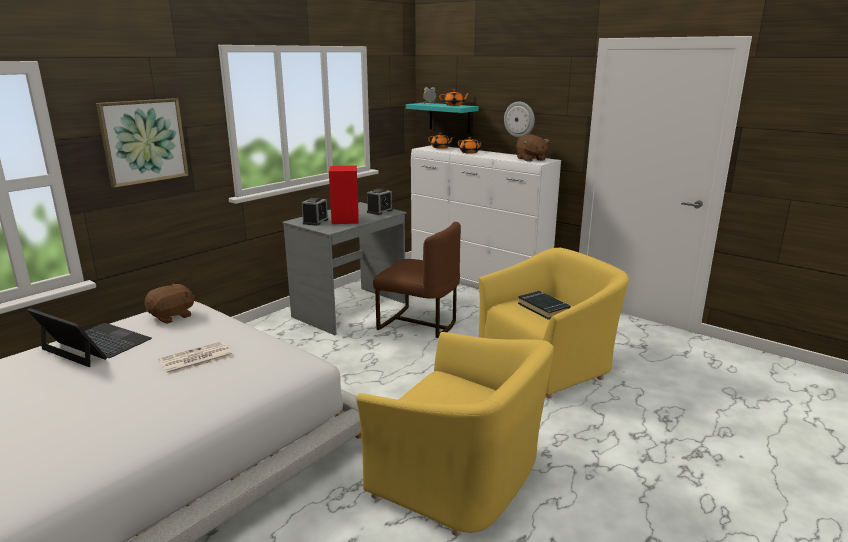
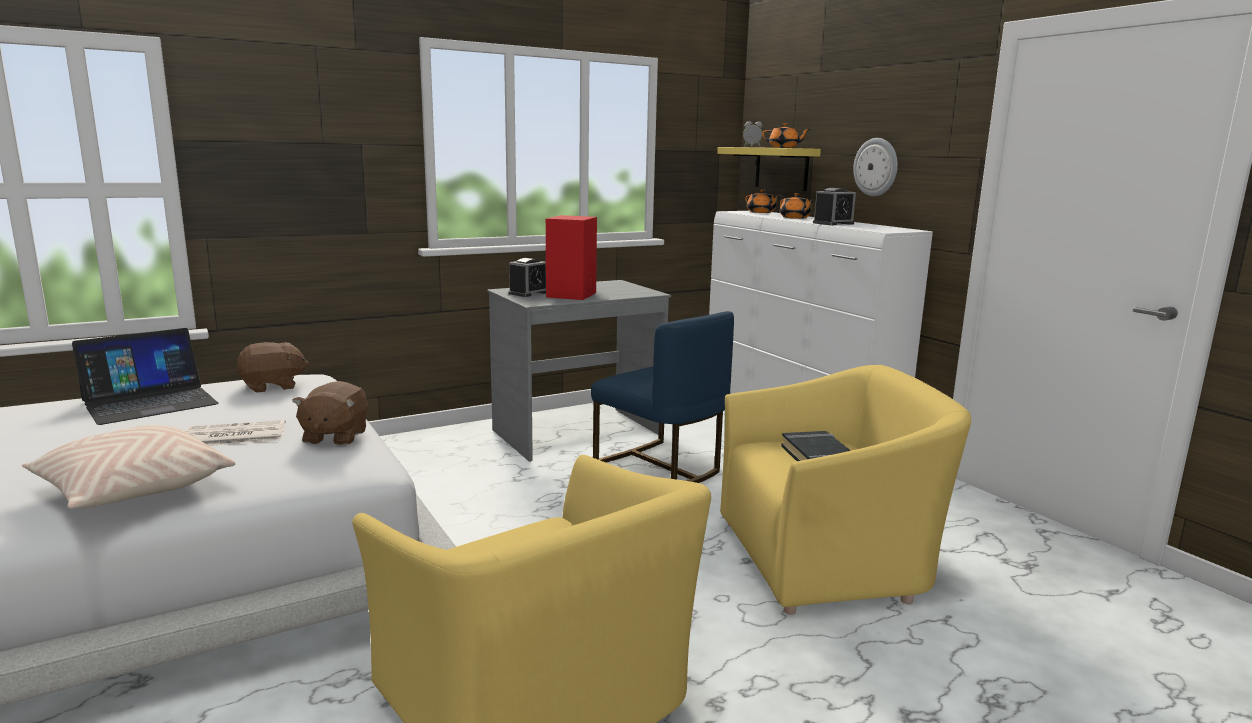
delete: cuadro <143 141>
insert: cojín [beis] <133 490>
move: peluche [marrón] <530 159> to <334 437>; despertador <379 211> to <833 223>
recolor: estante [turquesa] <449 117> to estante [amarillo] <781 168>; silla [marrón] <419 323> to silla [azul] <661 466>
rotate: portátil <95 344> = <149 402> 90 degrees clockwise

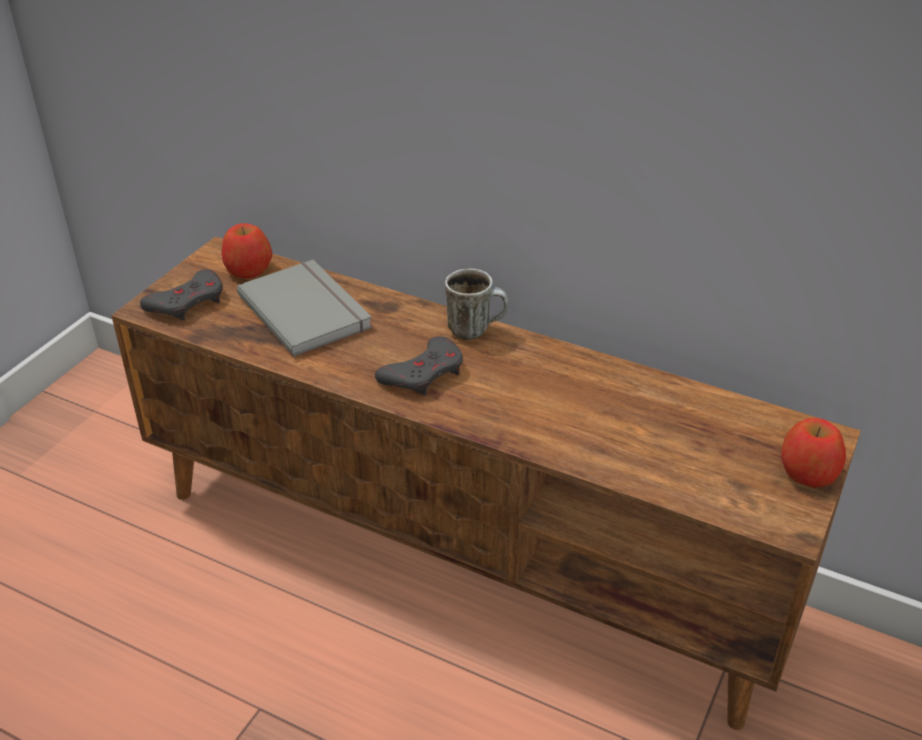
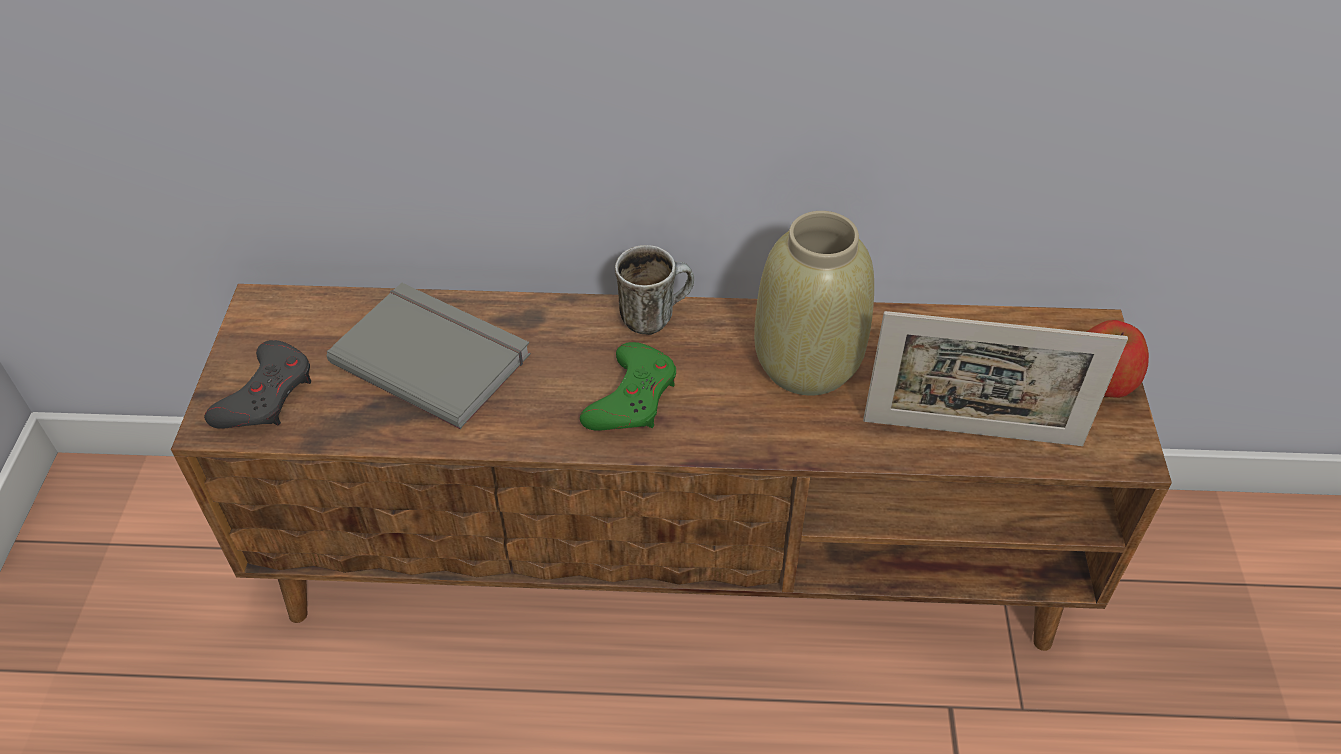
delete: manzana <248 269>
insert: florero [beis] <809 363>; portarretratos <972 432>
recolor: mando de consola [gris] <423 373> to mando de consola [verde] <632 397>

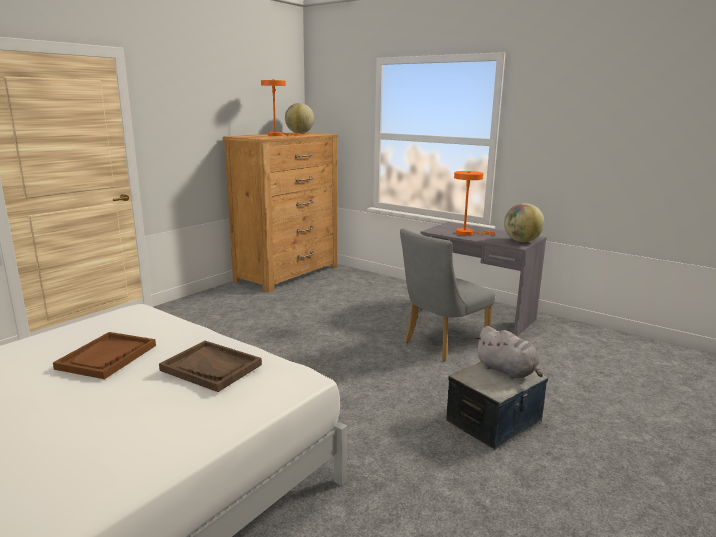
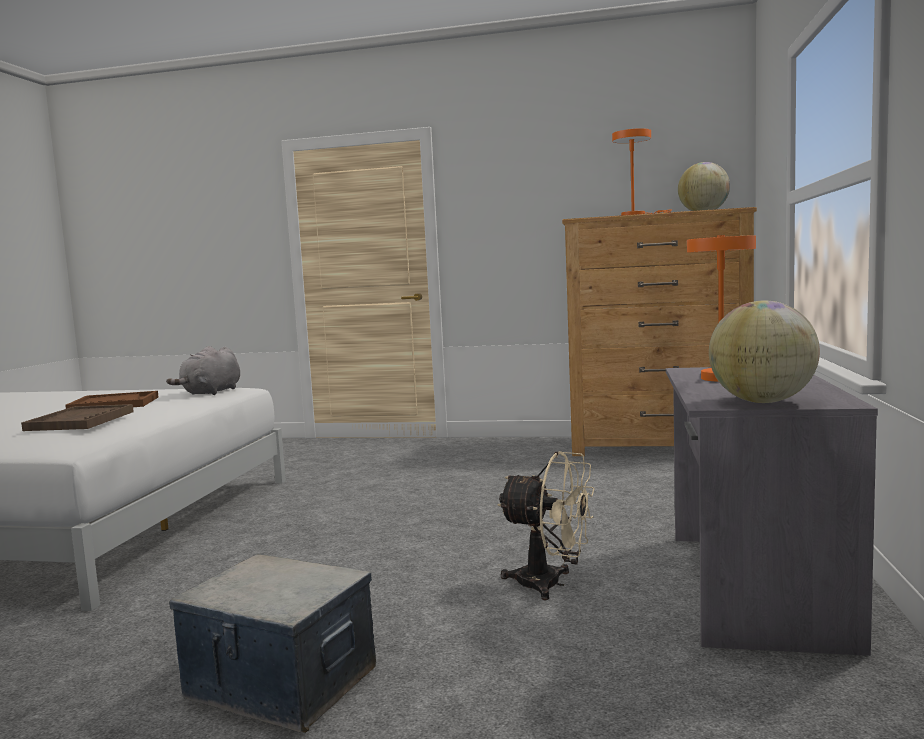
move: peluche [gris] <507 371> to <211 392>
replace: silla [gris] <441 344> to ventilador [beis] <550 584>

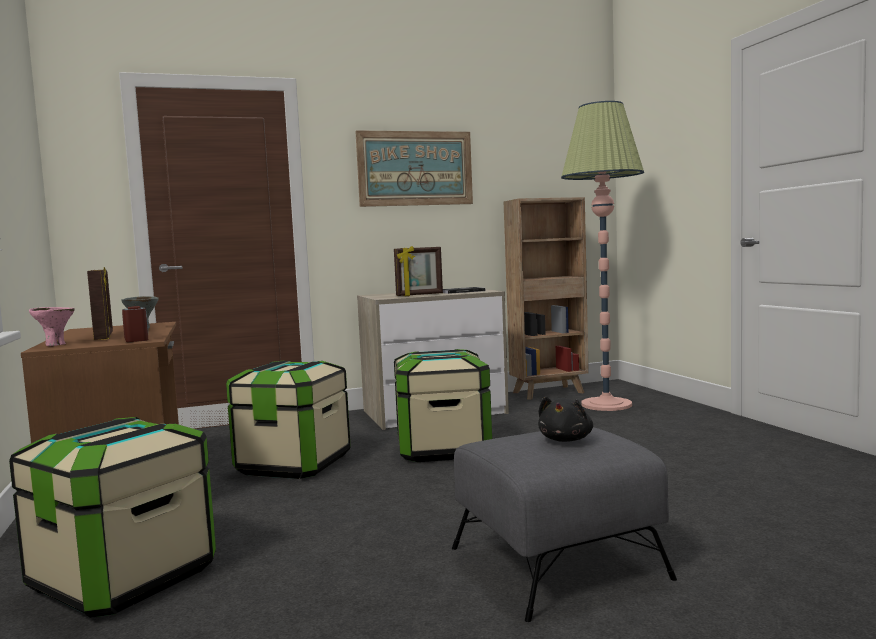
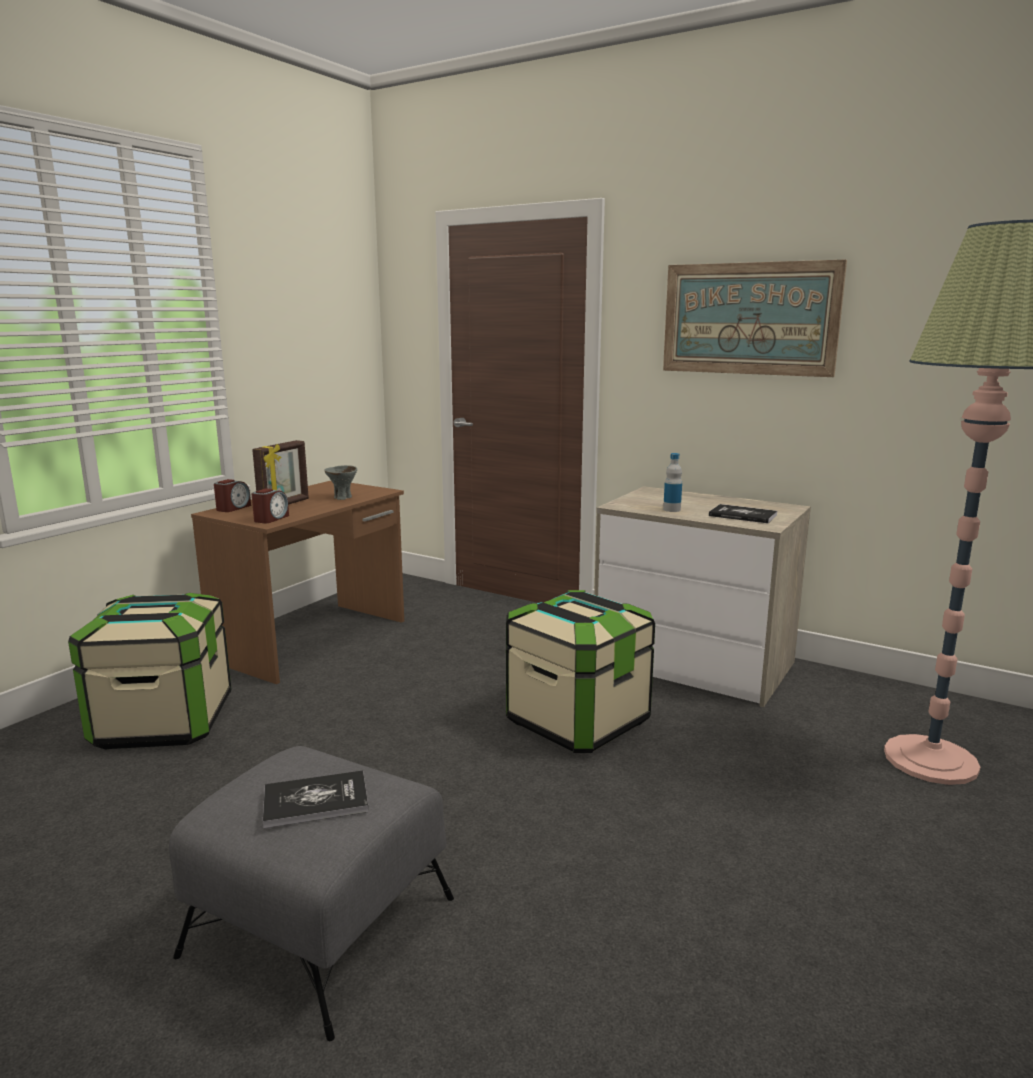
delete: estantería [marrón] <549 392>; caja de almacenaje <293 464>
replace: portarretratos <419 295> to botella <671 509>; cuenco [rosa] <55 344> to despertador <233 508>; peluche [negro] <566 439> to libro <315 801>

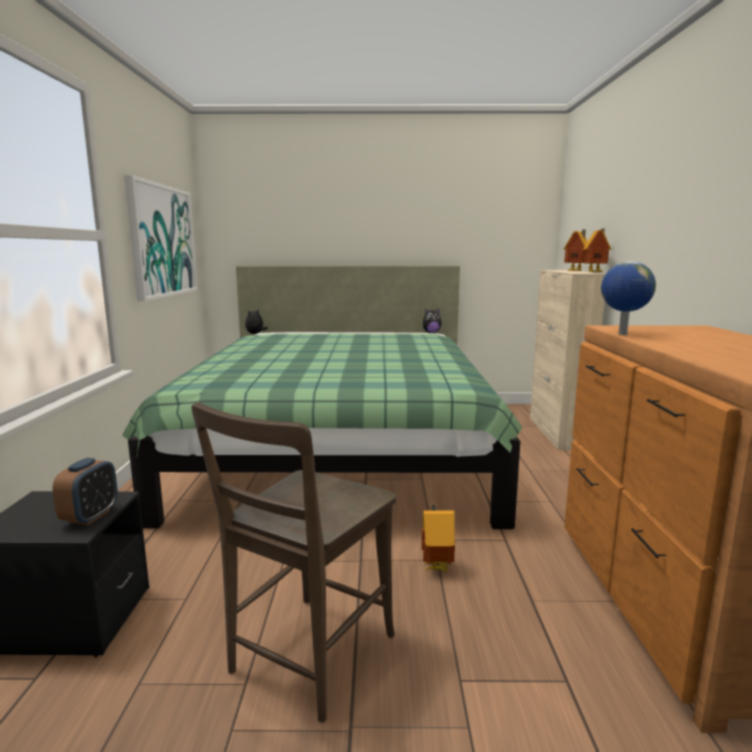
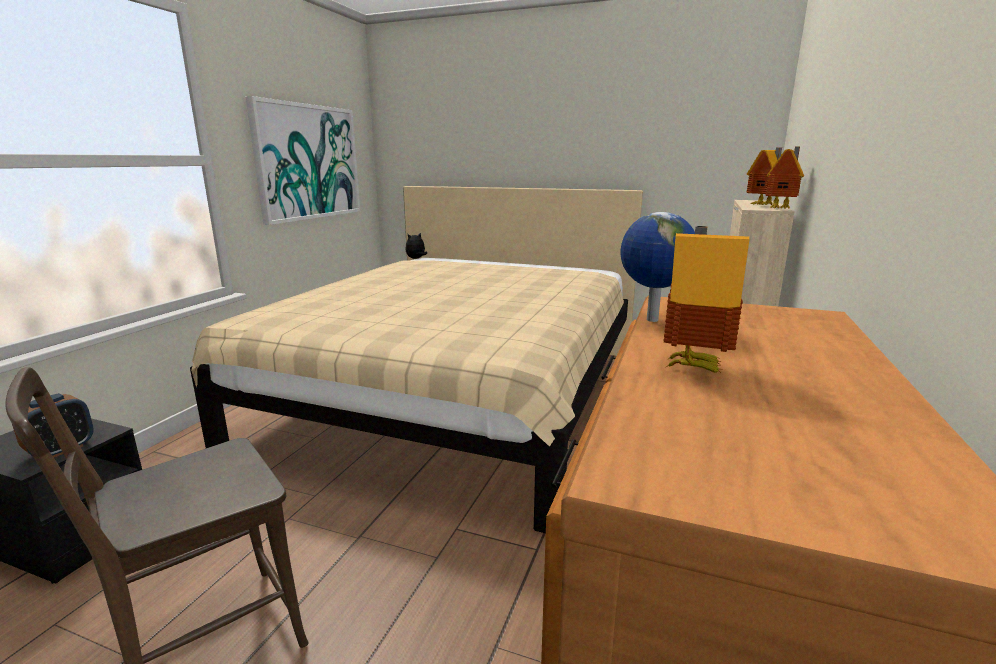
delete: peluche <431 332>
move: casita <436 567> to <694 365>
recolor: cama [verde] <339 449> to cama [beis] <457 394>

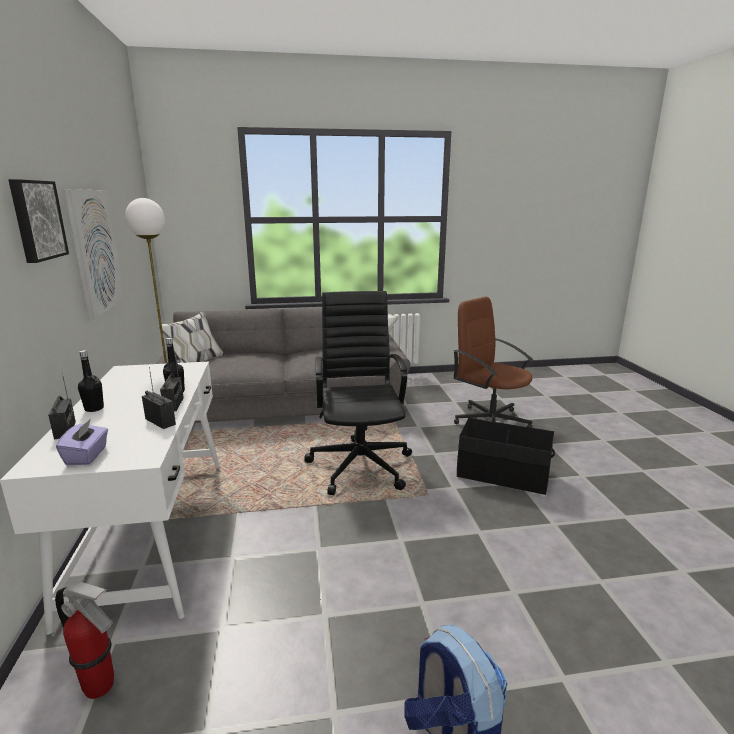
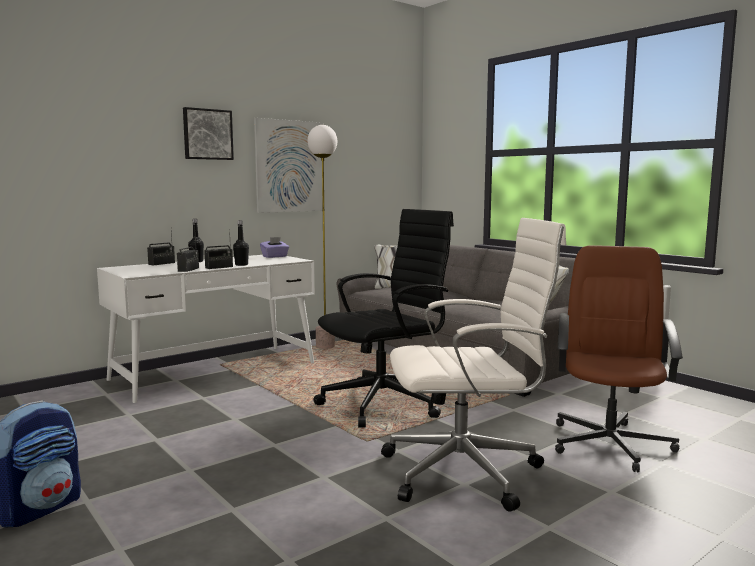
delete: extintor <100 687>
move: caja de pañuelos [morado] <87 456> to <275 256>
replace: caja de almacenaje [negro] <502 474> to silla de oficina [blanco] <466 472>

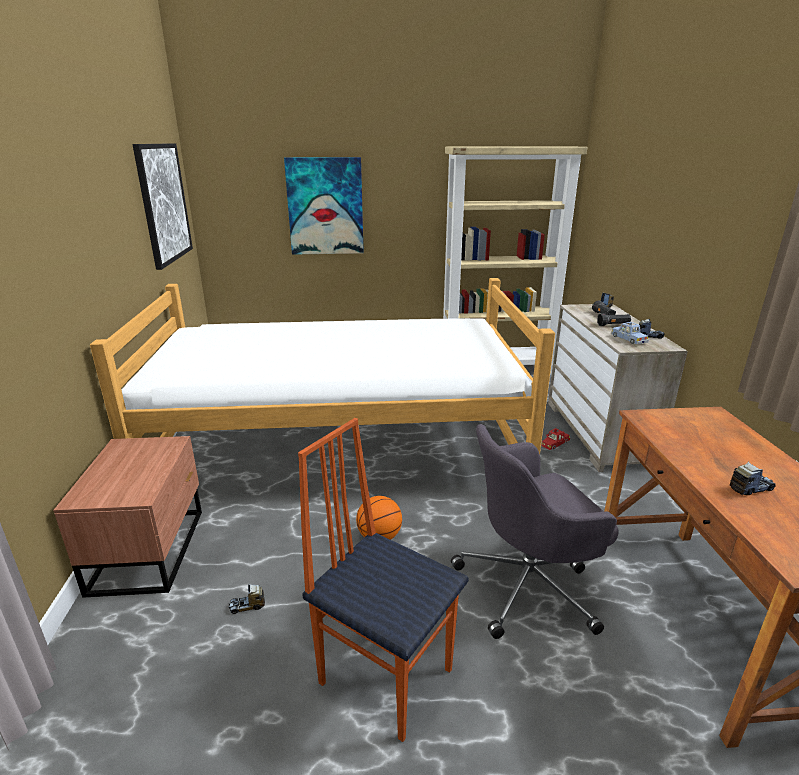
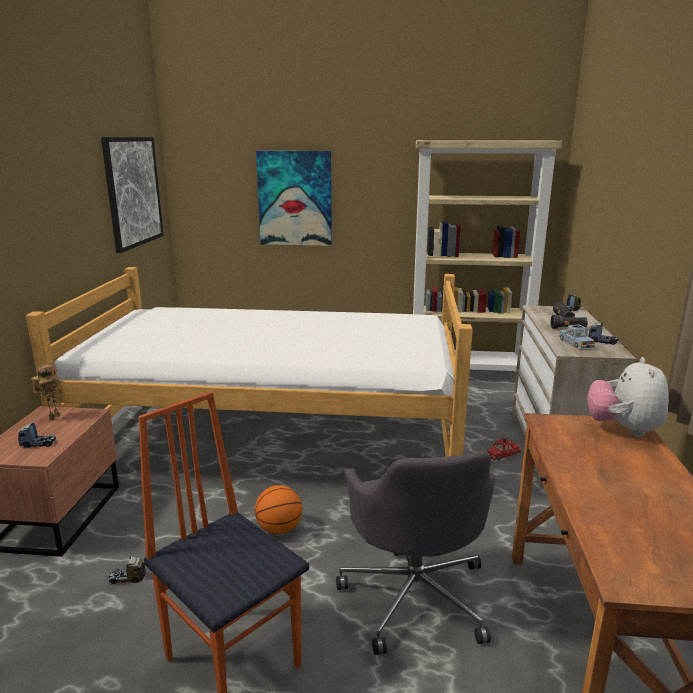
insert: peluche <623 429>; robot de juguete <53 417>
move: camión de juguete <750 488> to <38 444>
rotate: silla de oficina [gris] <529 585> = <415 595> 90 degrees counterclockwise

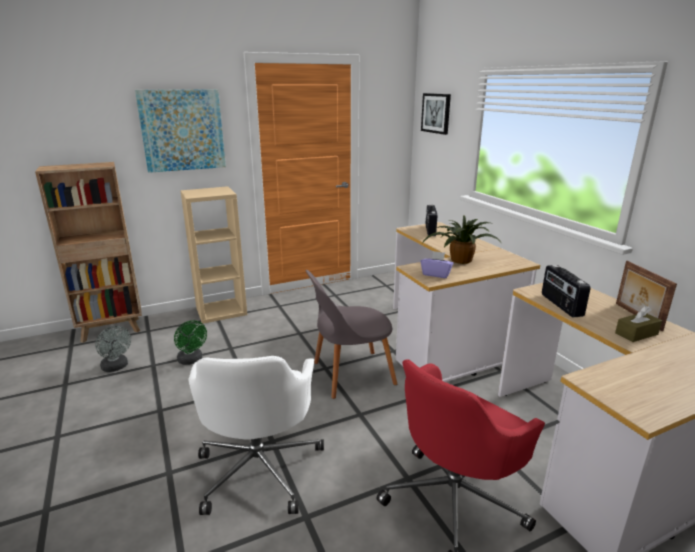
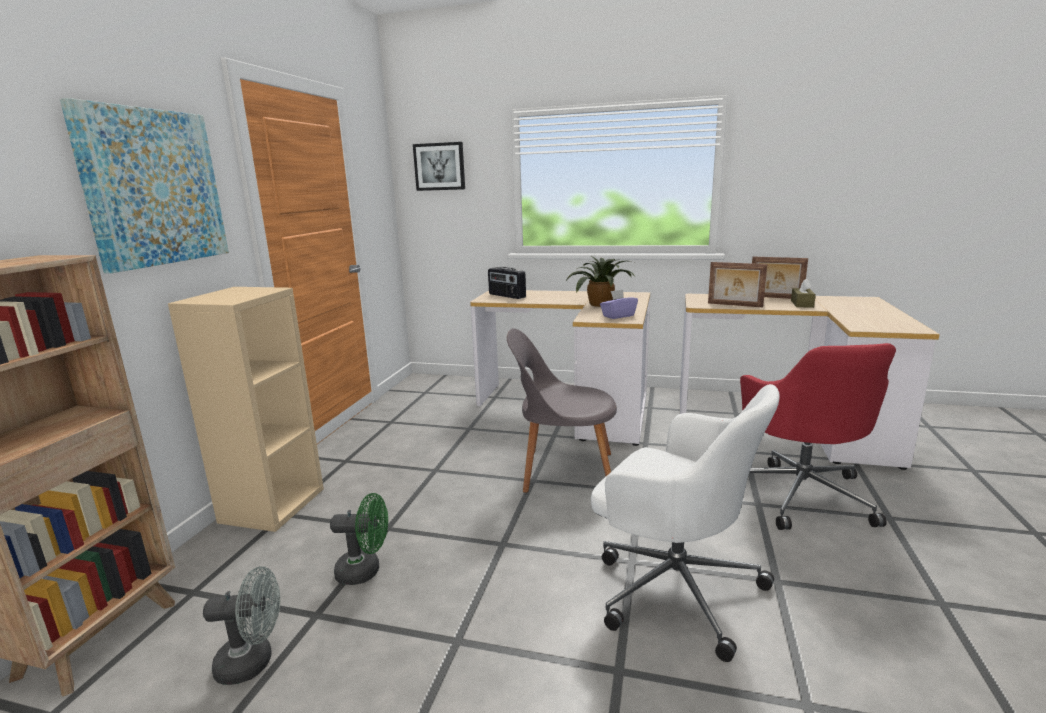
replace: radio <561 305> to portarretratos <734 305>
rotate: silla [gris] <350 374> = <563 471> 75 degrees clockwise

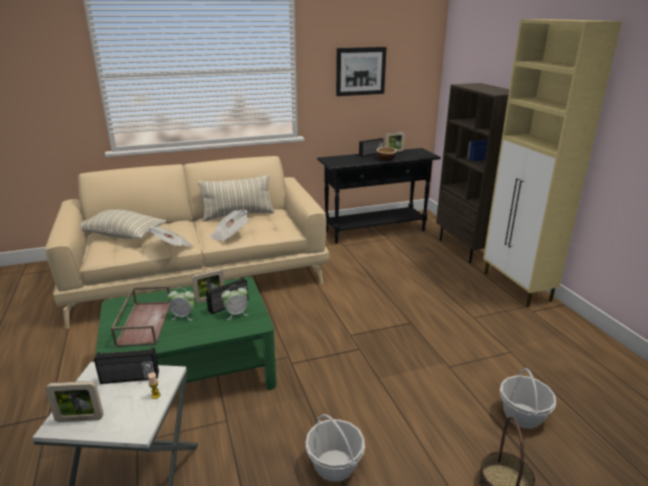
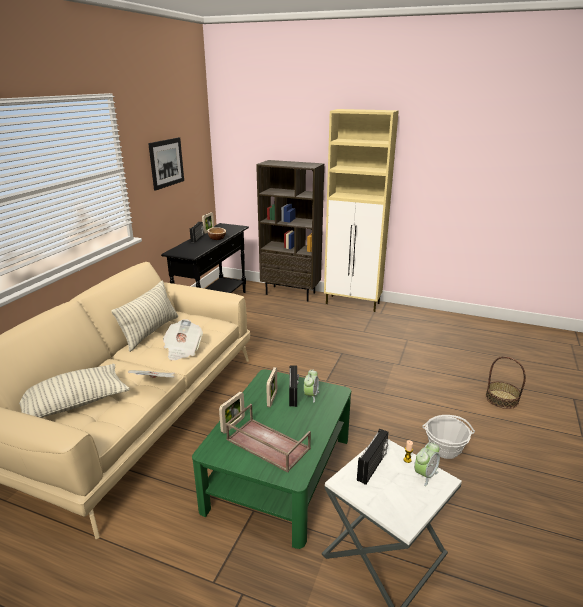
delete: cesta <522 415>
move: despertador <183 316> to <425 475>; portarretratos <80 419> to <233 425>

